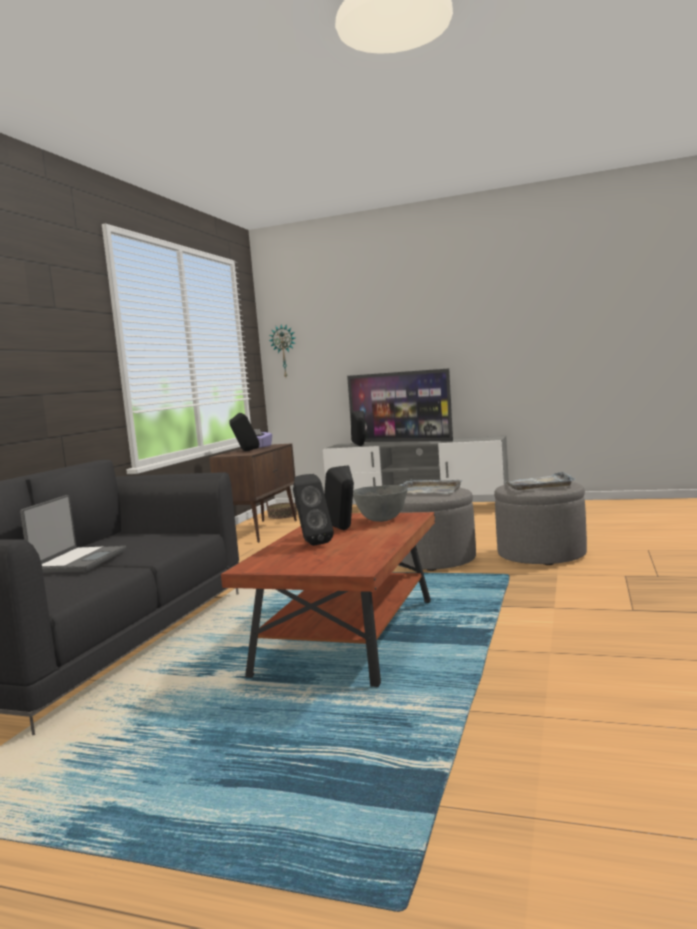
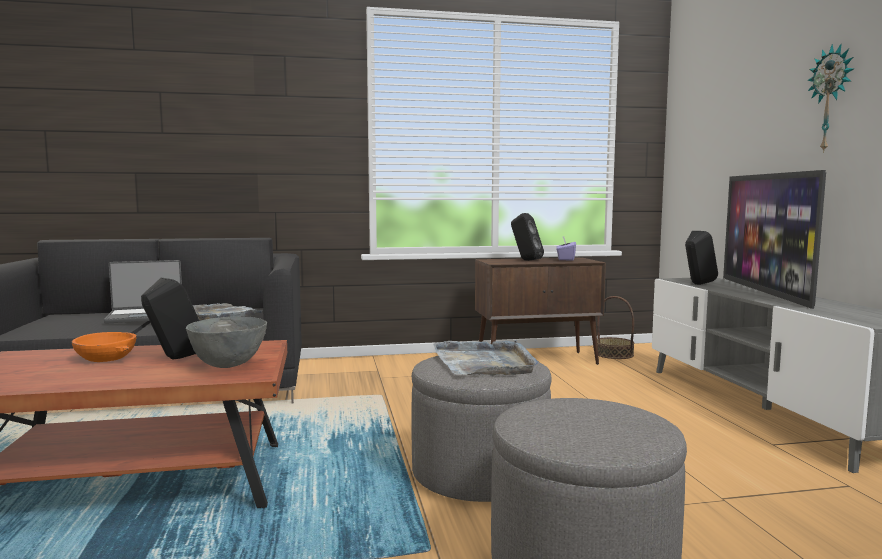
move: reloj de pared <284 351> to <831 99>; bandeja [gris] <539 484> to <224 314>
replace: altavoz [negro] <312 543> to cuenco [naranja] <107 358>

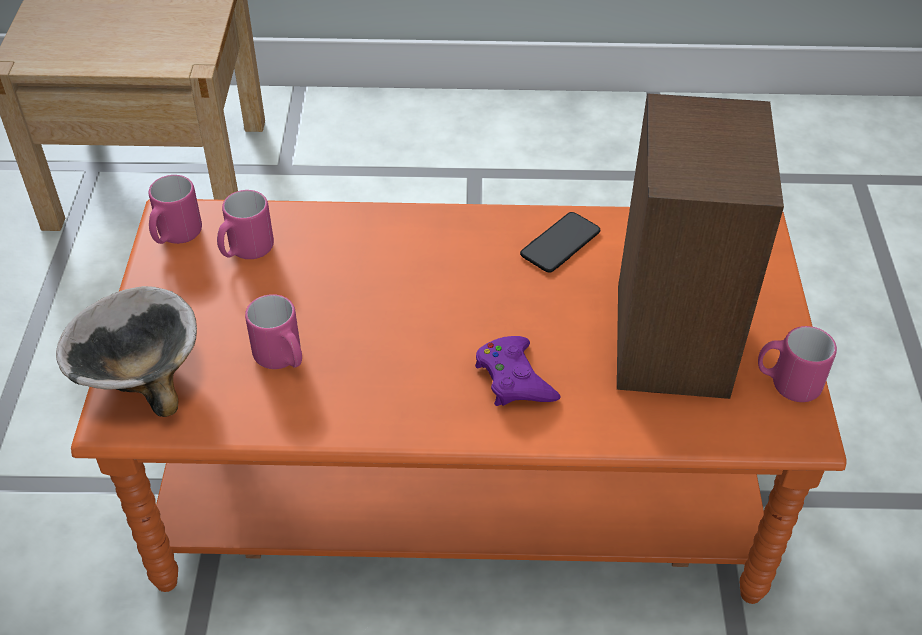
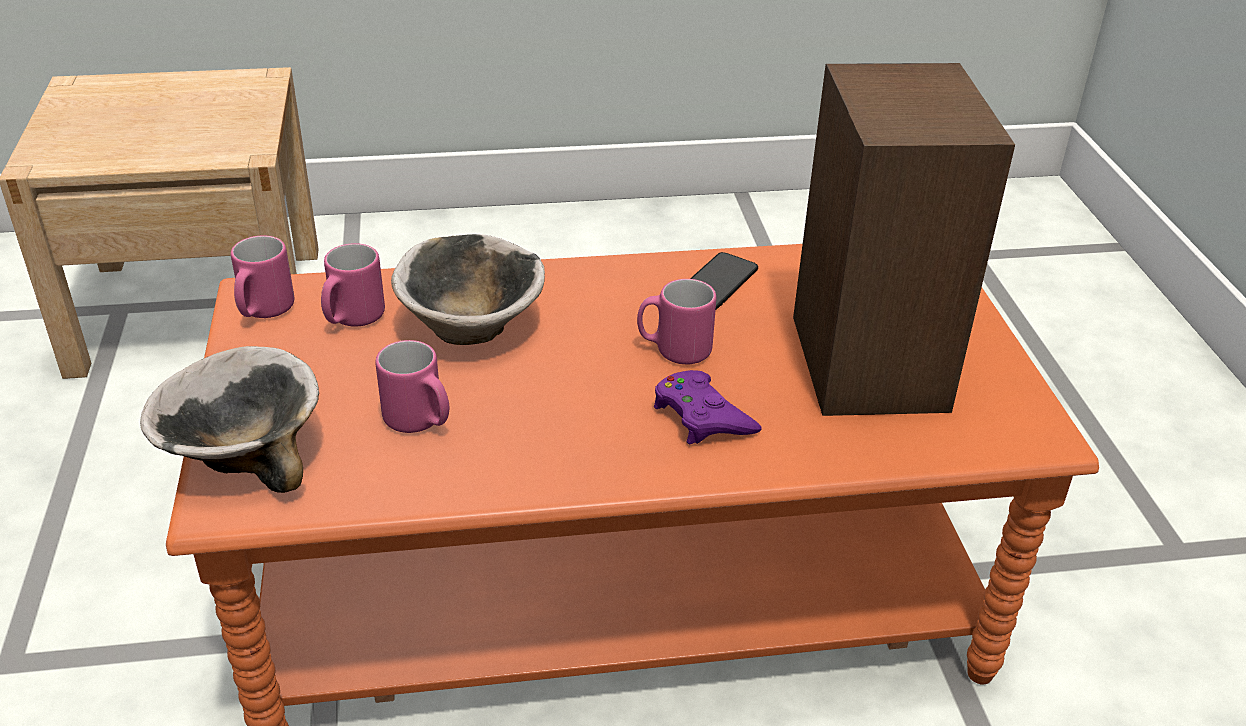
insert: cuenco <471 327>
move: taza grande [rosa] <786 384> to <674 350>

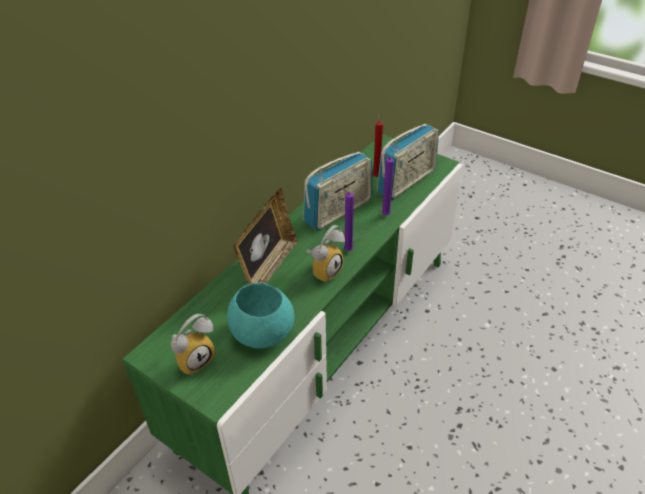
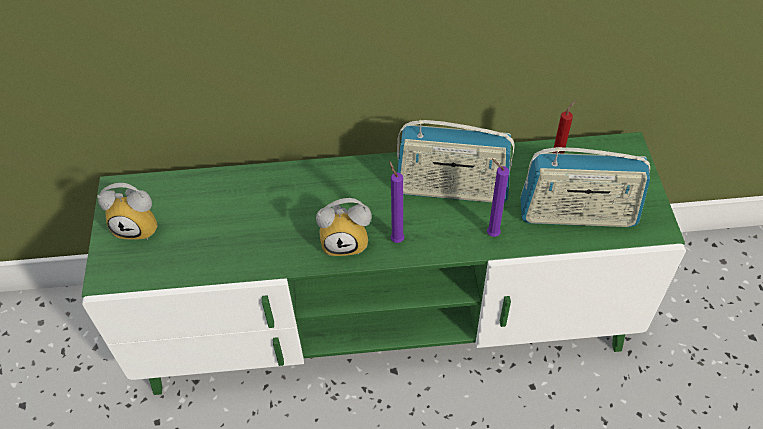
delete: portarretratos <268 268>; cuenco [turquesa] <261 331>

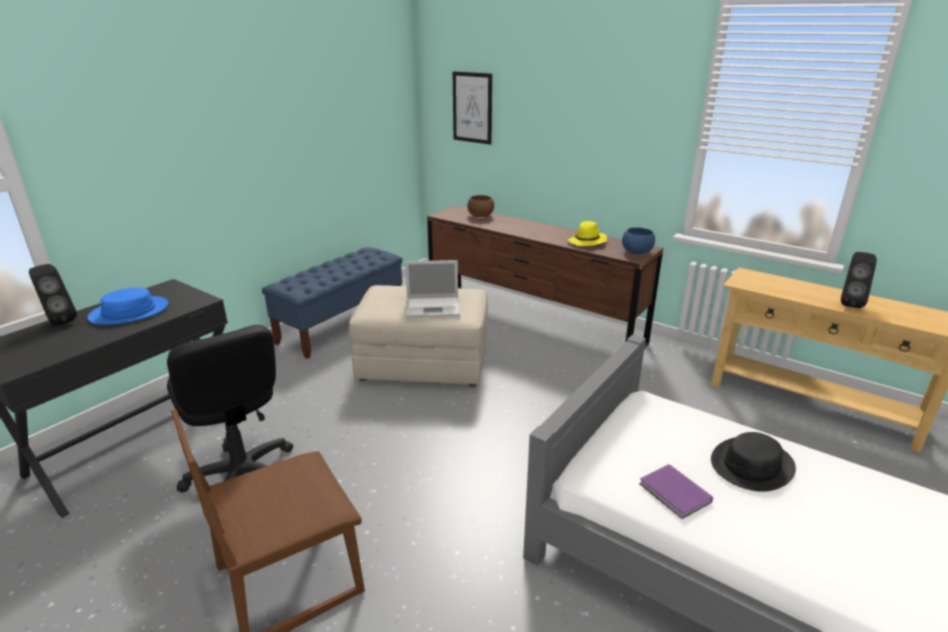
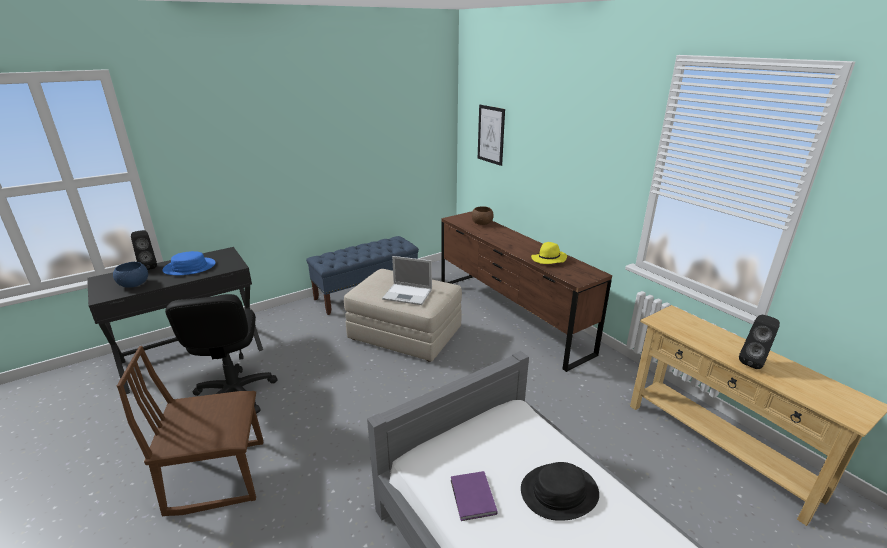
move: cuenco [azul] <636 252> to <134 284>

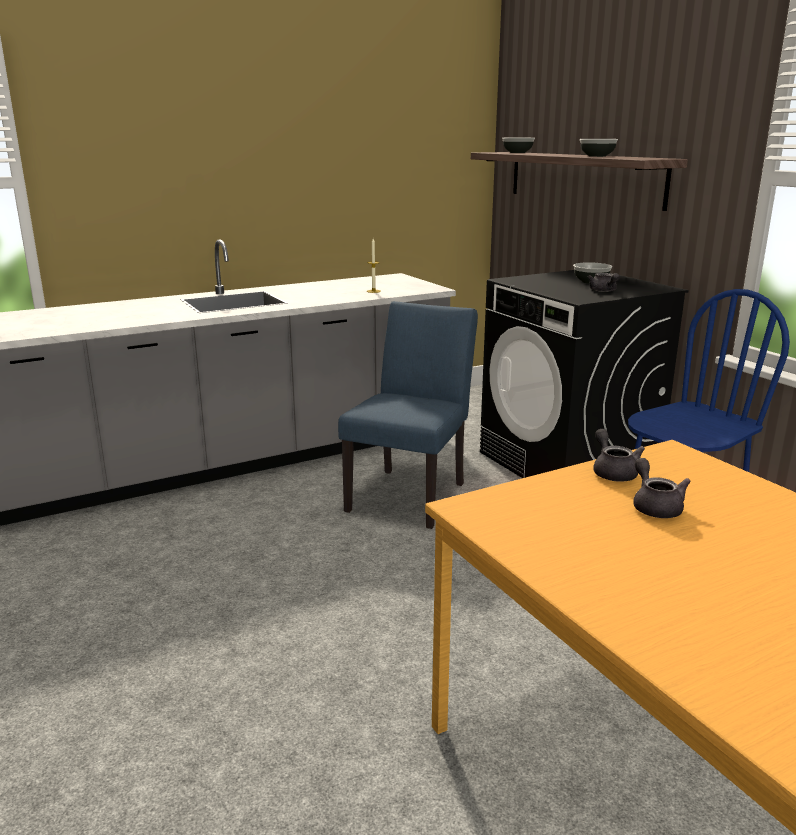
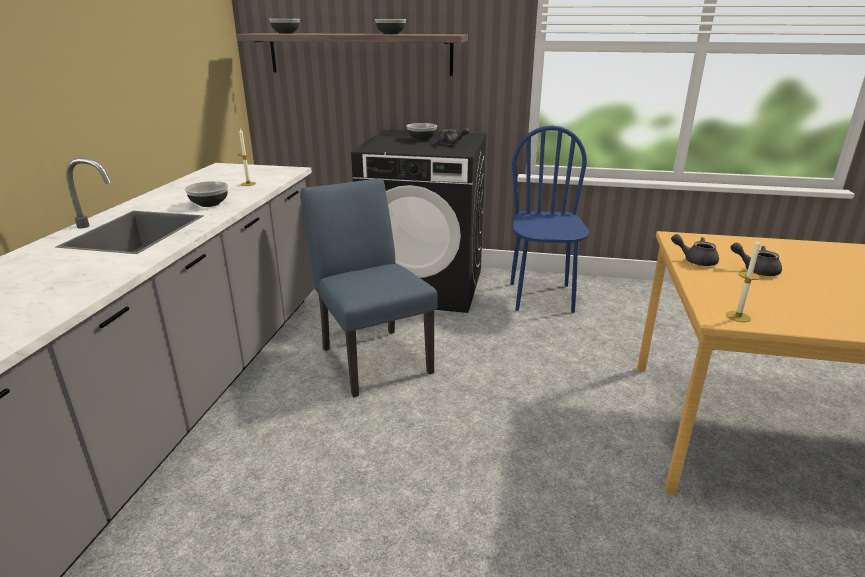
insert: cuenco <209 204>; vela <738 316>

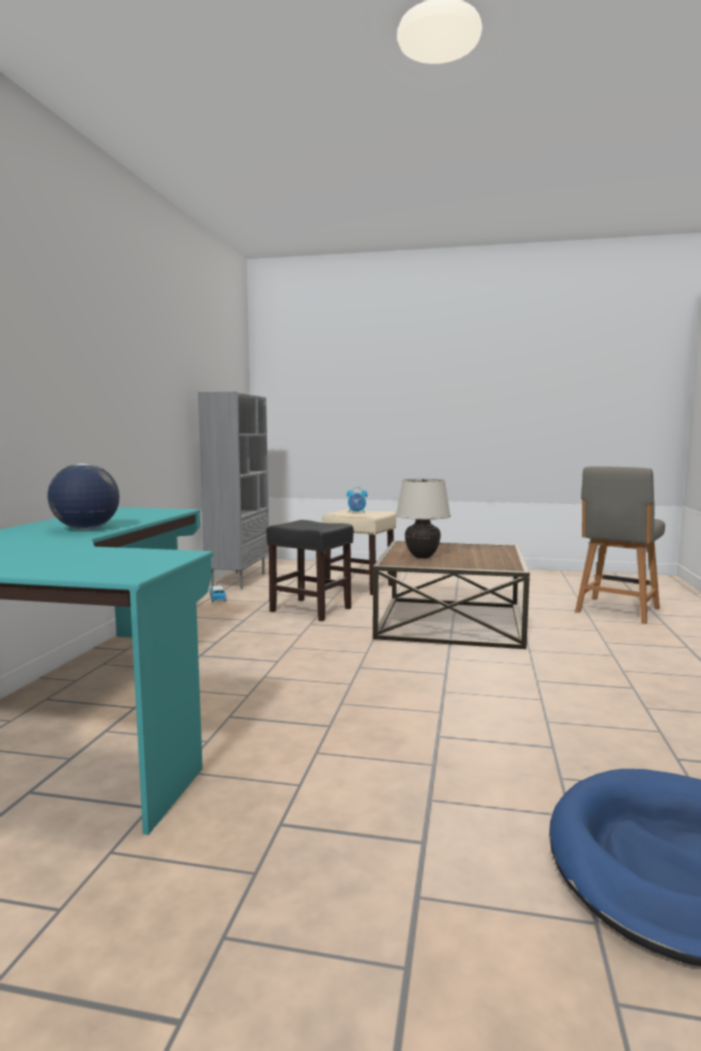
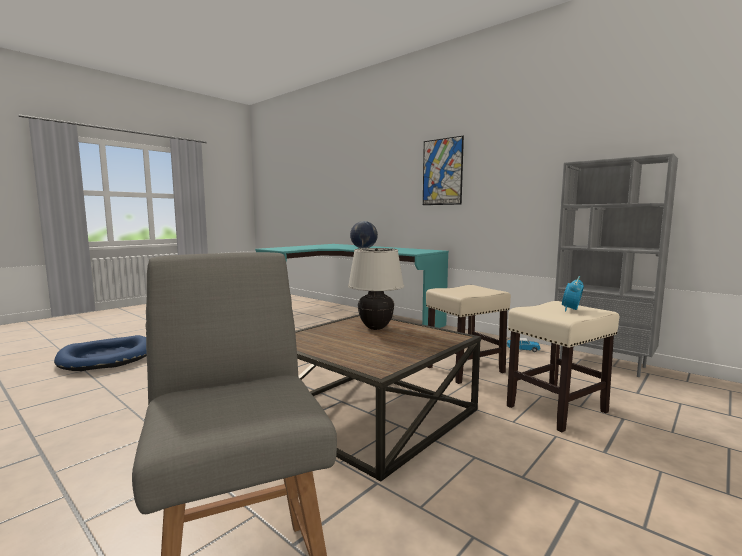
insert: cuadro <442 172>
recolor: taburete [negro] <311 610> to taburete [beis] <464 370>

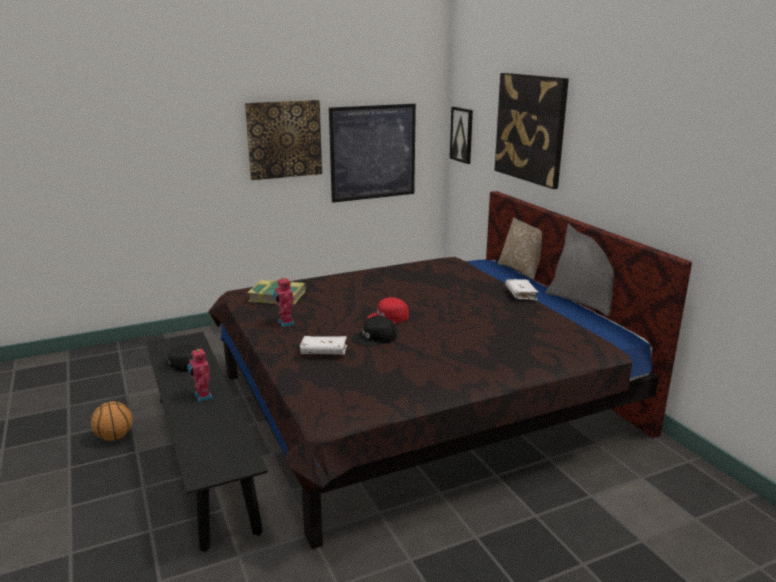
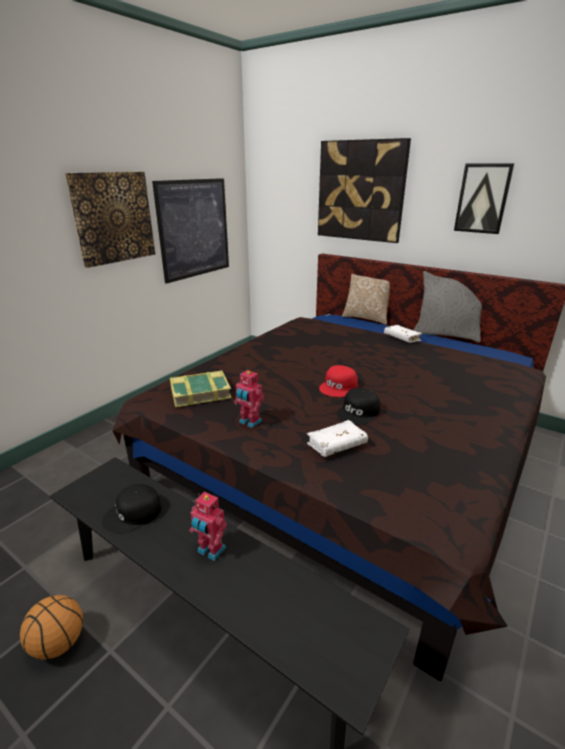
move: cuadro <462 135> to <482 198>

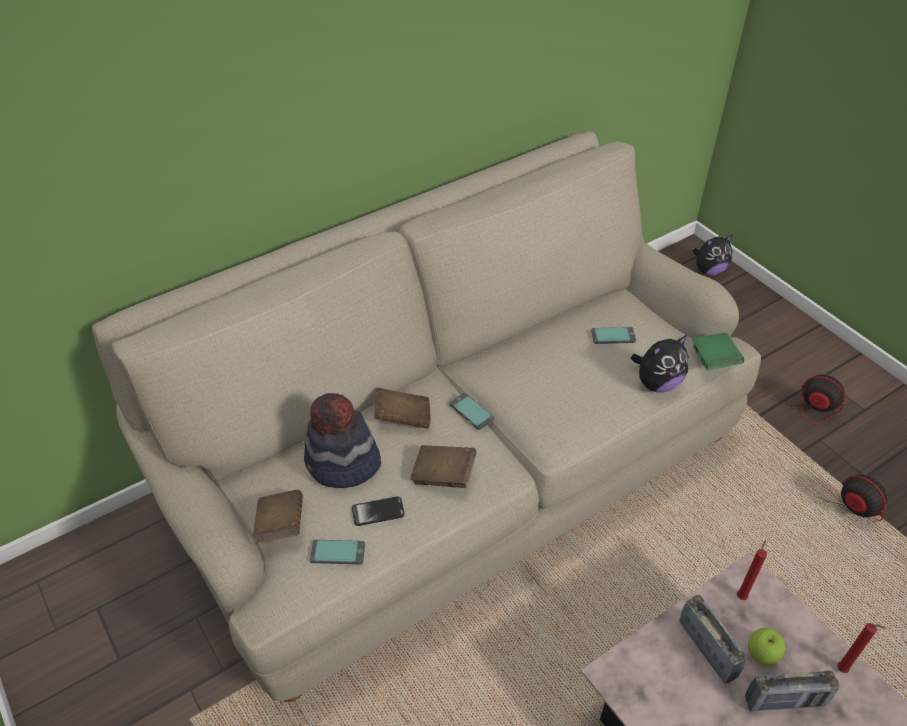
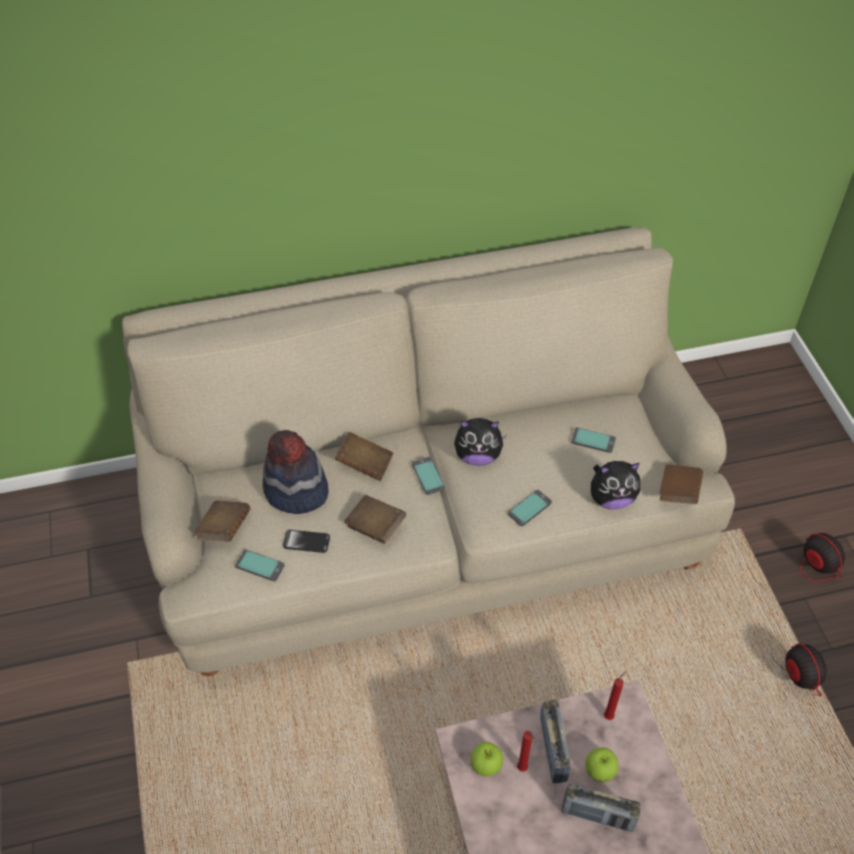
insert: móvil <529 508>; manzana <486 765>
move: peluche <709 270> to <477 456>; vela [rojo] <843 670> to <523 769>
recolor: libro [verde] <713 361> to libro [marrón] <678 492>

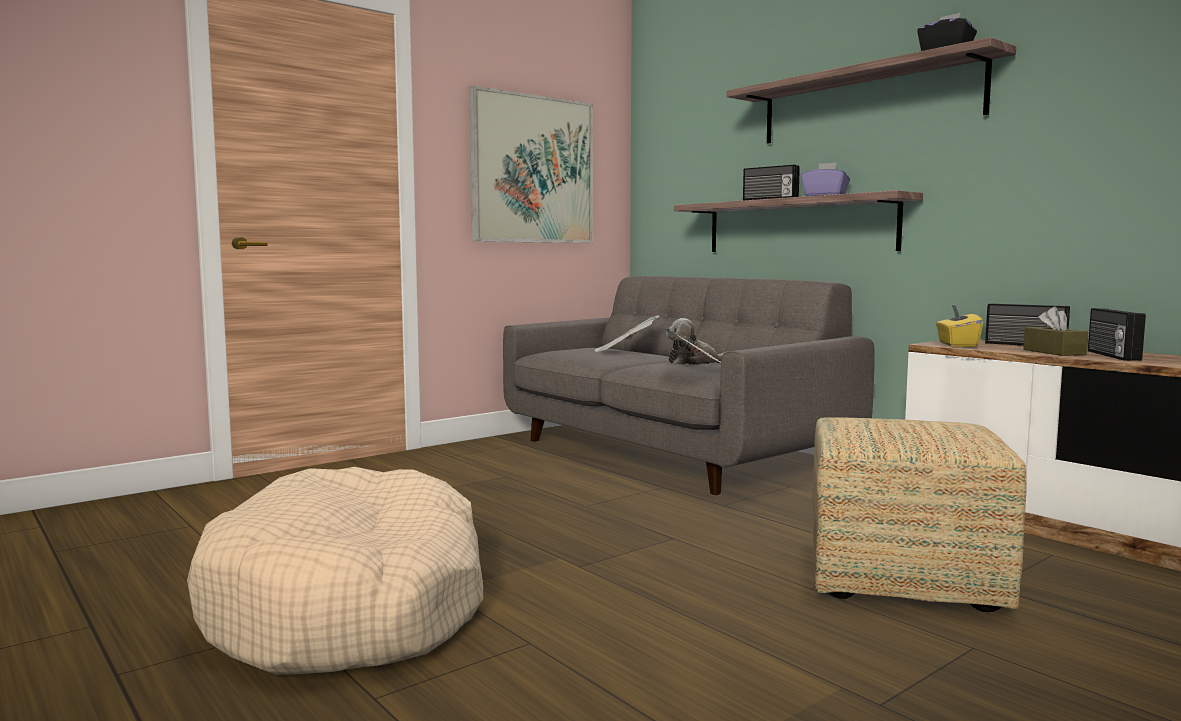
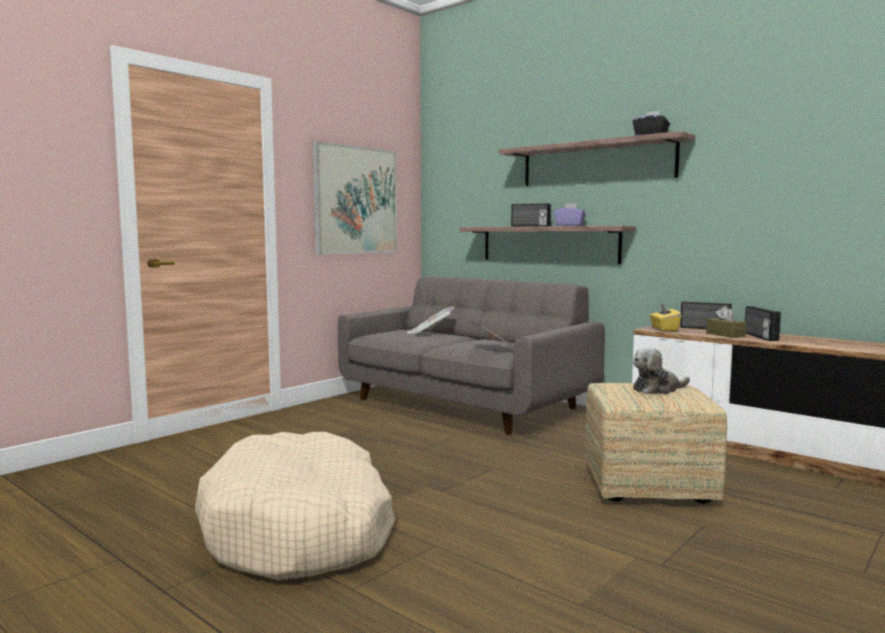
move: peluche <694 362> to <657 389>

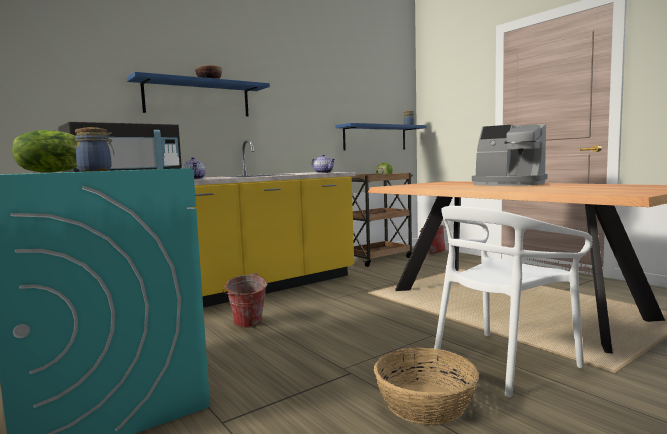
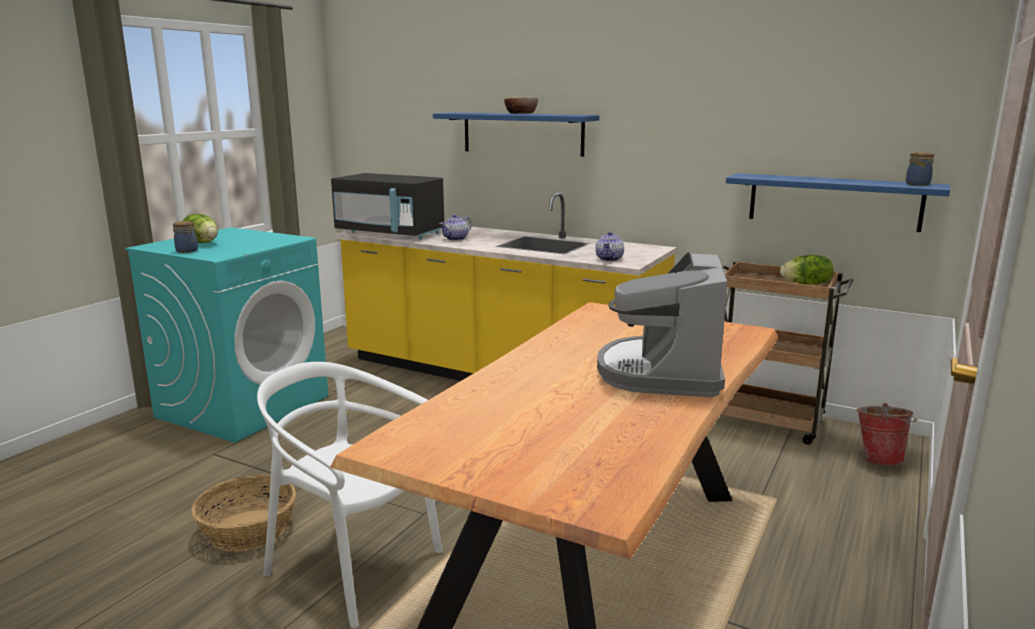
delete: cubo <247 325>

